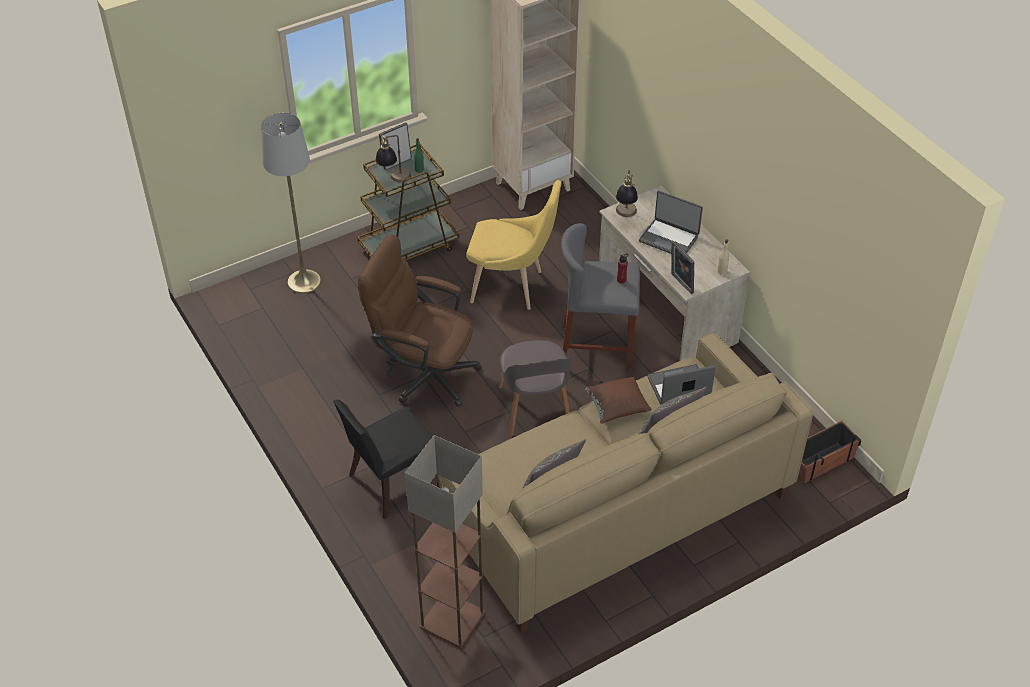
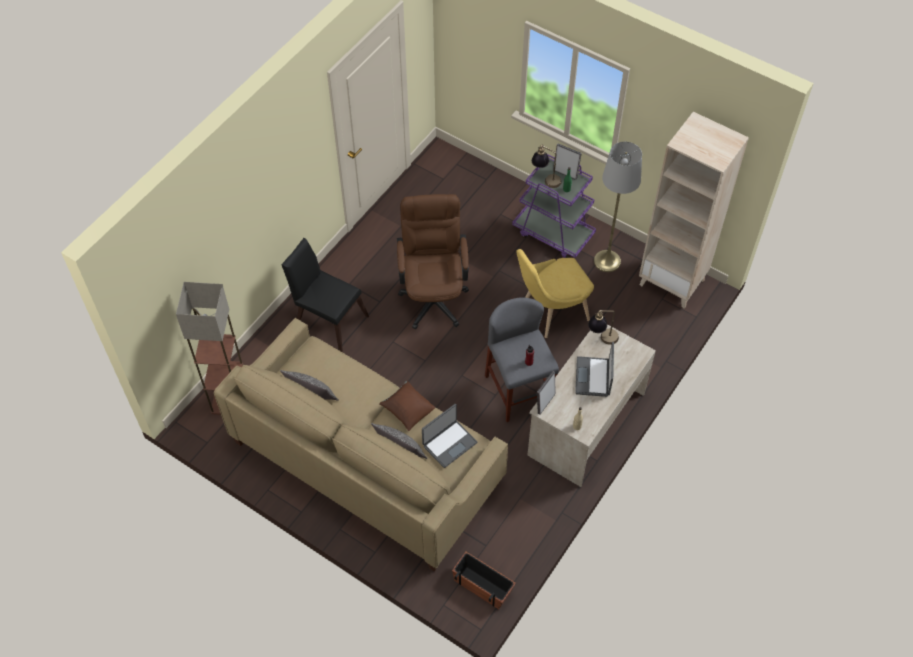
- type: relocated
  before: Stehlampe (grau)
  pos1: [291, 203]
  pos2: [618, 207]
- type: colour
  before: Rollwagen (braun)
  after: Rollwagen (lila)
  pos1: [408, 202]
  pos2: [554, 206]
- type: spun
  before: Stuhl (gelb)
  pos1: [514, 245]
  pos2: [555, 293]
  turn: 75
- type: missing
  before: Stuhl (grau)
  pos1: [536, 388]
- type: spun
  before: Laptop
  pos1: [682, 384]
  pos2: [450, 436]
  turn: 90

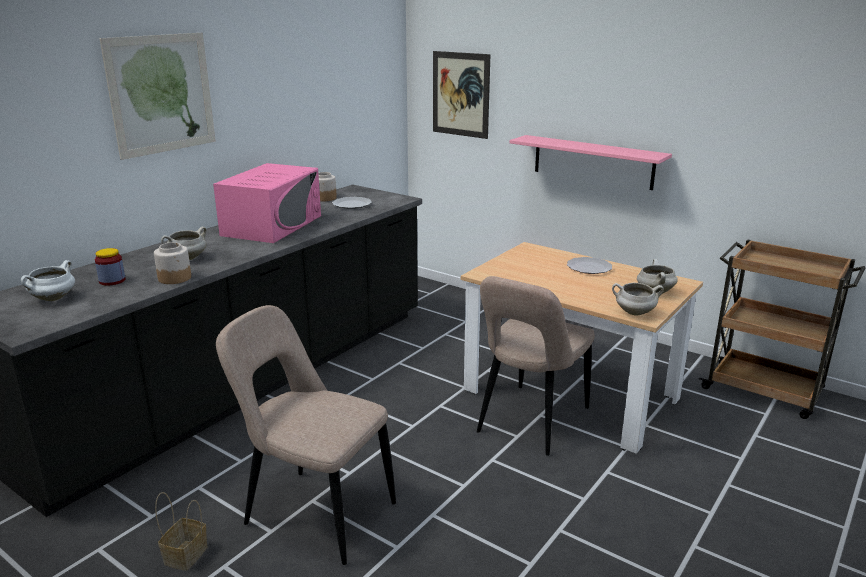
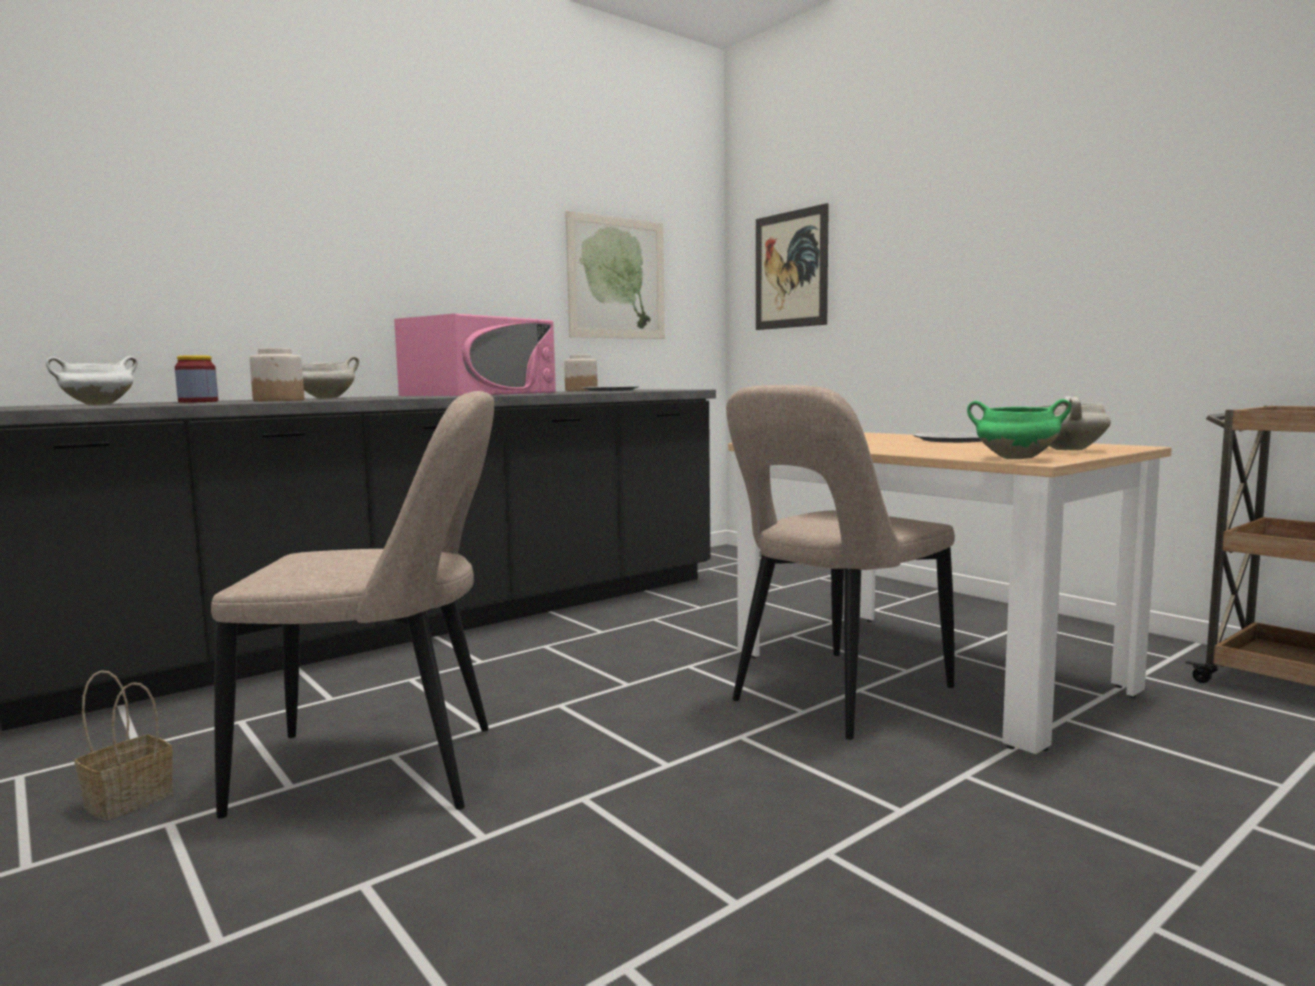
- type: relocated
  before: Bild
  pos1: [158, 96]
  pos2: [615, 275]
- type: missing
  before: Wandregal (rosa)
  pos1: [590, 162]
- type: colour
  before: Kochtopf (weiß)
  after: Kochtopf (grün)
  pos1: [638, 299]
  pos2: [1019, 429]
- type: spun
  before: Stuhl (beige)
  pos1: [306, 435]
  pos2: [352, 604]
  turn: 135

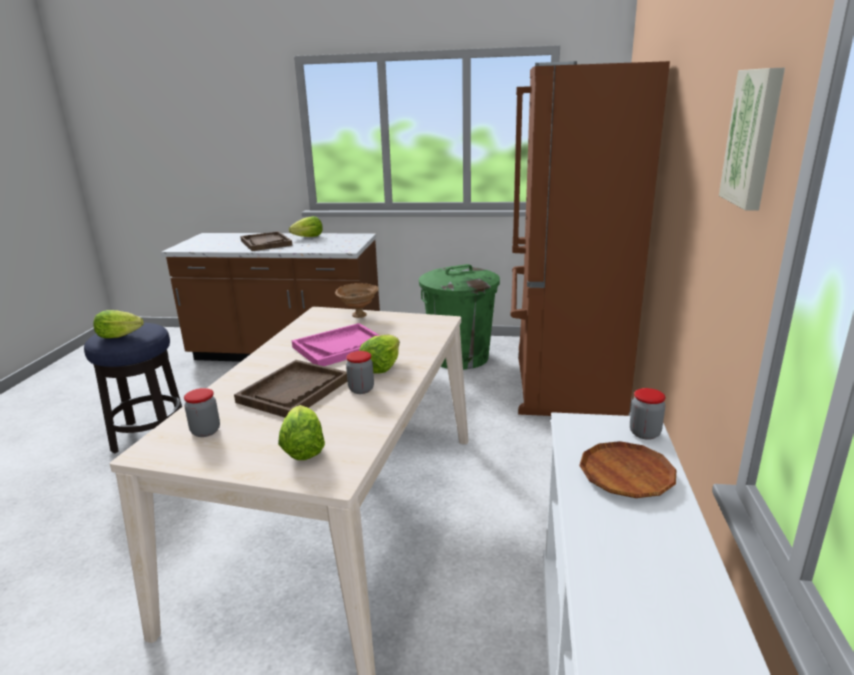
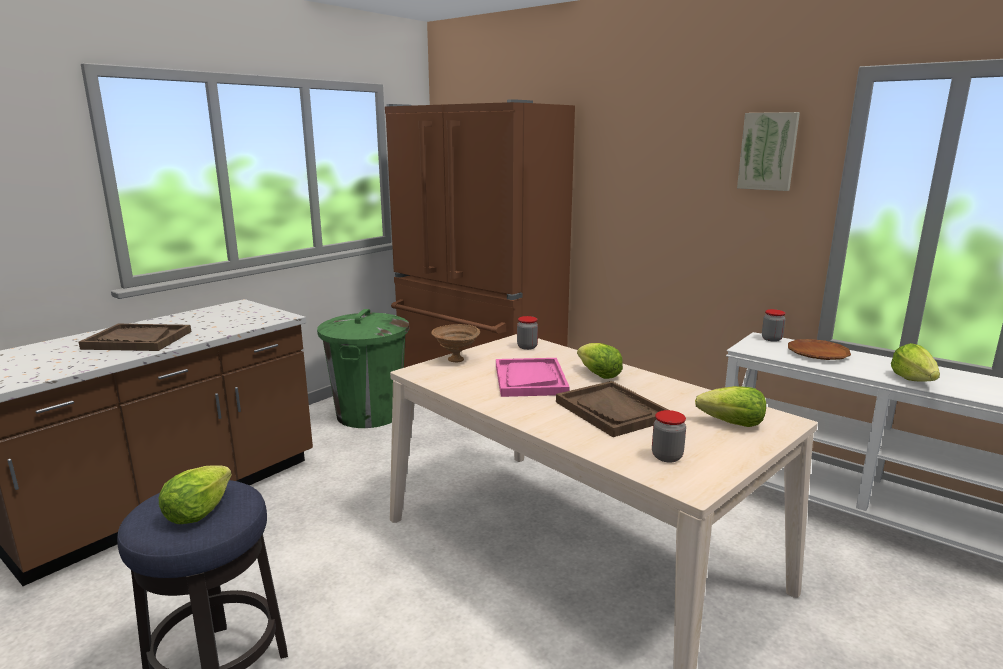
- type: relocated
  before: Salatkopf
  pos1: [306, 226]
  pos2: [915, 362]
- type: relocated
  before: Vorratsglas
  pos1: [360, 372]
  pos2: [527, 333]

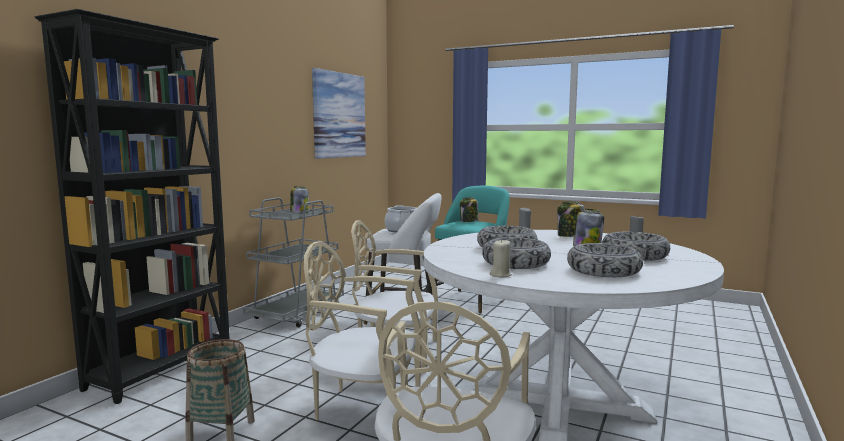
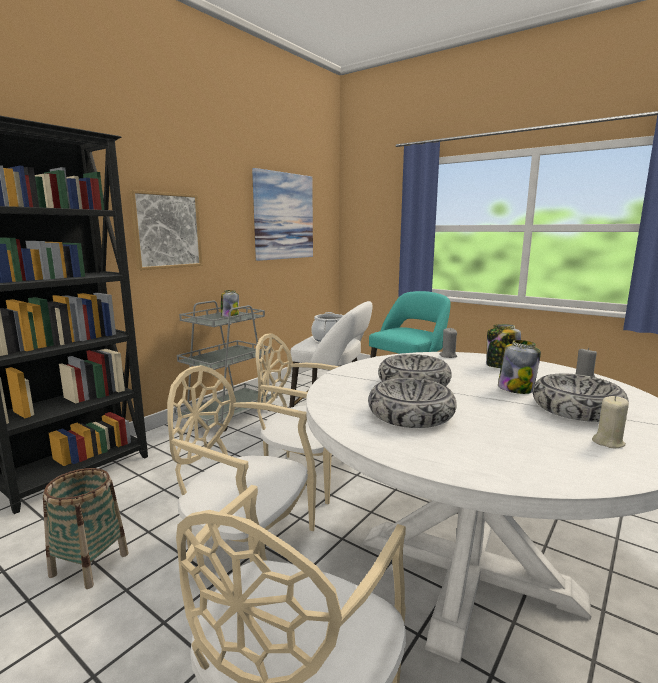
- type: missing
  before: Vorratsglas
  pos1: [469, 209]
- type: relocated
  before: Kerze (beige)
  pos1: [501, 258]
  pos2: [610, 422]
- type: missing
  before: Schüssel
  pos1: [605, 260]
- type: appeared
  after: Bild
  pos2: [165, 230]

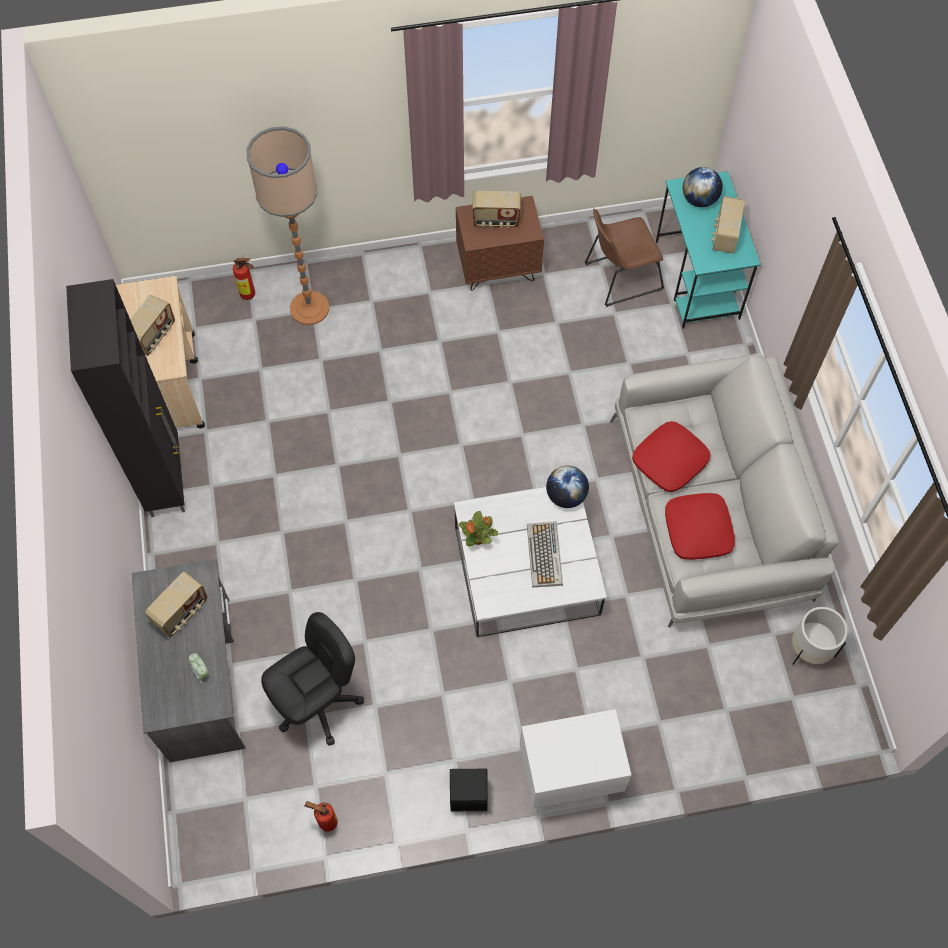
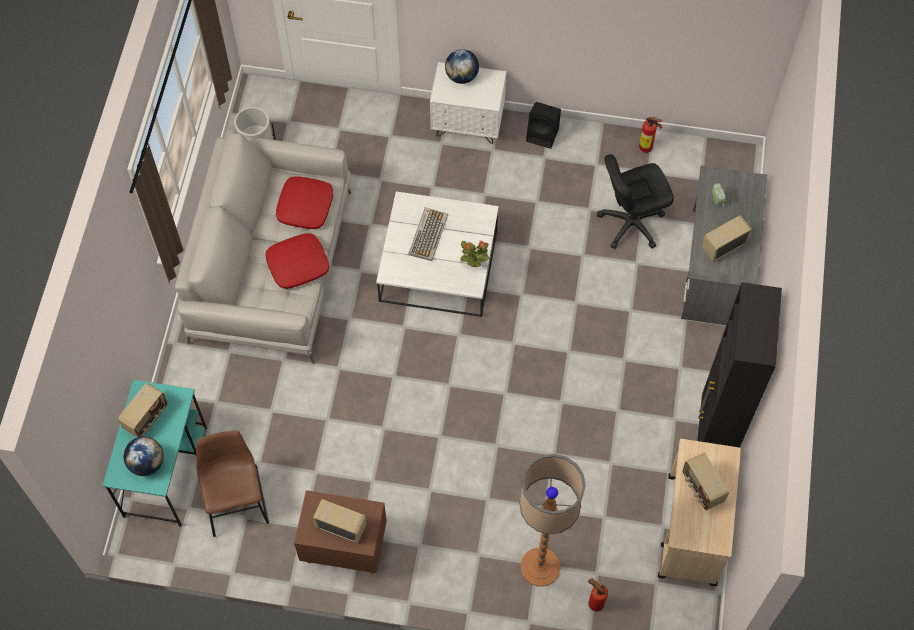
- type: spun
  before: Stuhl (braun)
  pos1: [624, 258]
  pos2: [232, 483]
  turn: -105
- type: spun
  before: Radio
  pos1: [152, 325]
  pos2: [706, 481]
  turn: -75
- type: relocated
  before: Globus
  pos1: [567, 487]
  pos2: [462, 66]

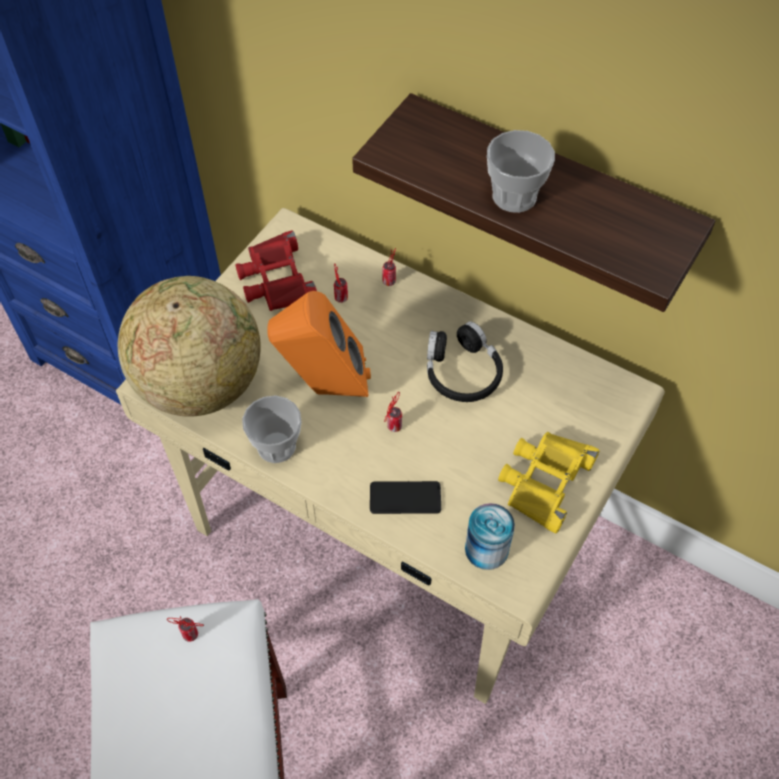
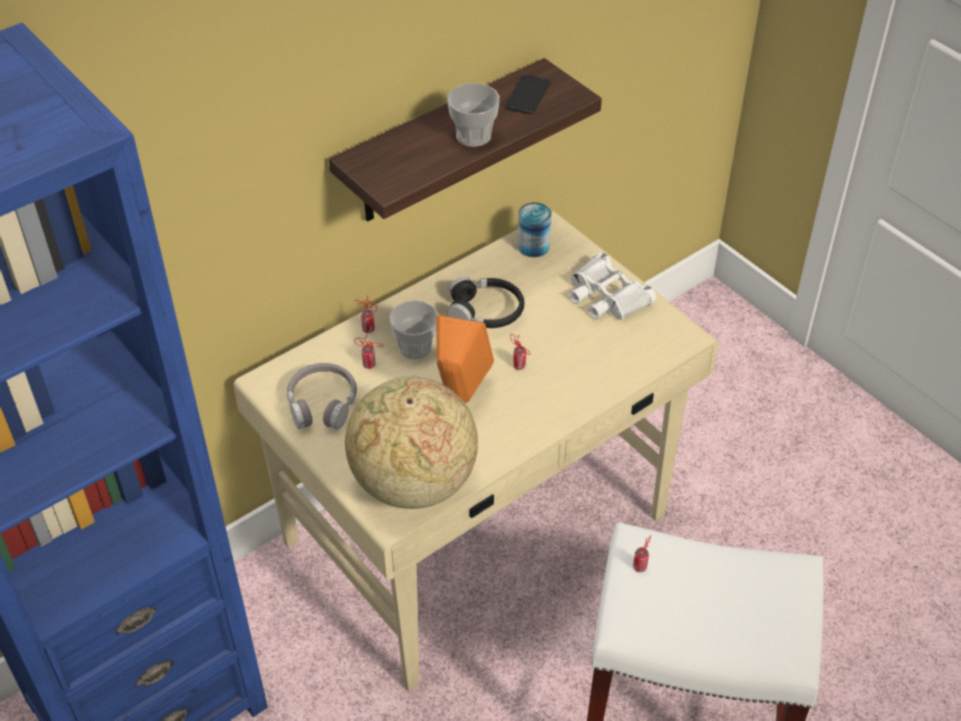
- type: exchanged
  before: Fernglas (rot)
  after: Kopfhörer (grau)
  pos1: [276, 271]
  pos2: [322, 396]
- type: relocated
  before: Tasse
  pos1: [271, 429]
  pos2: [413, 329]
- type: colour
  before: Fernglas (gelb)
  after: Fernglas (weiß)
  pos1: [548, 483]
  pos2: [612, 286]
- type: relocated
  before: Handy
  pos1: [405, 497]
  pos2: [528, 94]
- type: relocated
  before: Dose
  pos1: [490, 536]
  pos2: [534, 230]

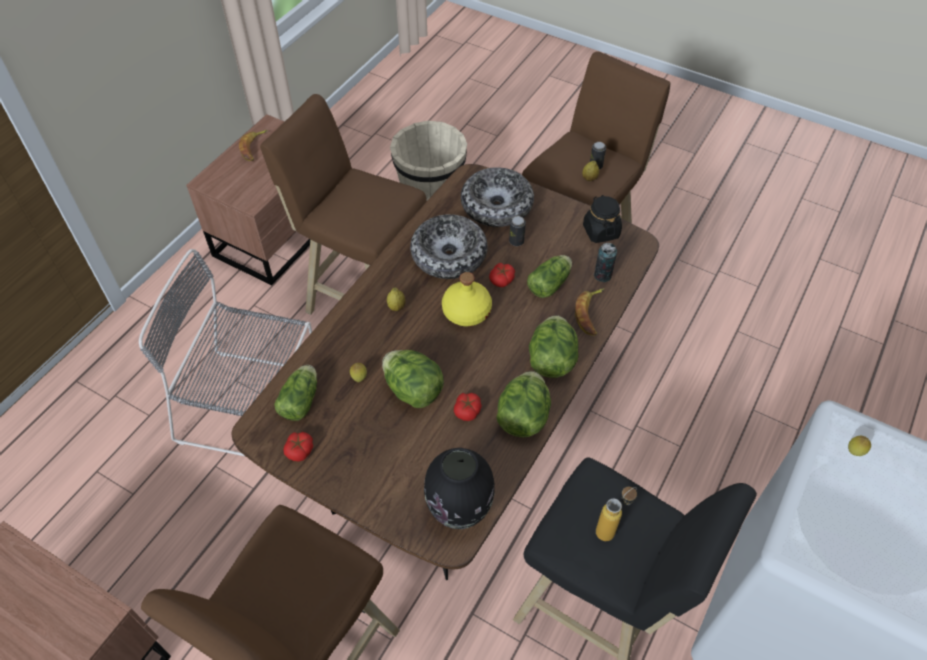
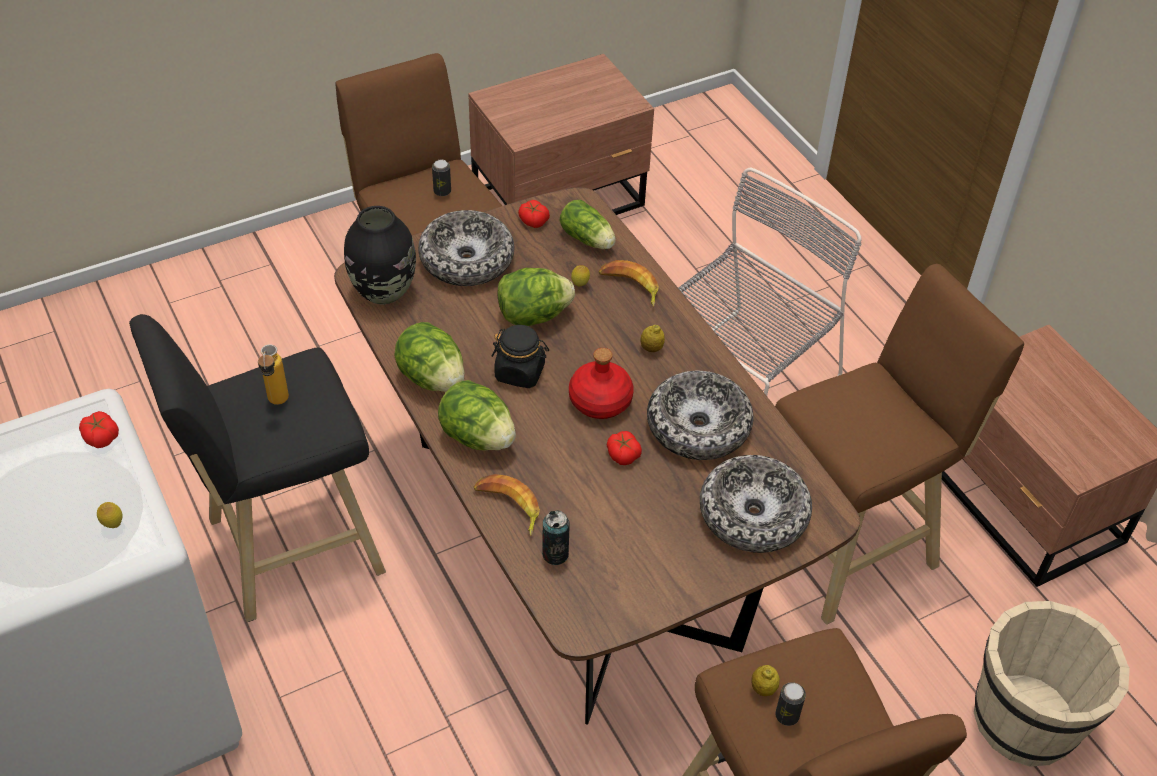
- type: relocated
  before: Banane
  pos1: [253, 145]
  pos2: [628, 283]
- type: relocated
  before: Vorratsglas (schwarz)
  pos1: [602, 219]
  pos2: [520, 356]
- type: relocated
  before: Dose
  pos1: [517, 231]
  pos2: [441, 178]
- type: missing
  before: Salatkopf
  pos1: [549, 276]
- type: colour
  before: Flasche (gelb)
  after: Flasche (rot)
  pos1: [467, 299]
  pos2: [601, 383]
- type: relocated
  before: Tomate
  pos1: [468, 407]
  pos2: [99, 429]
- type: appeared
  after: Schüssel
  pos2: [466, 248]

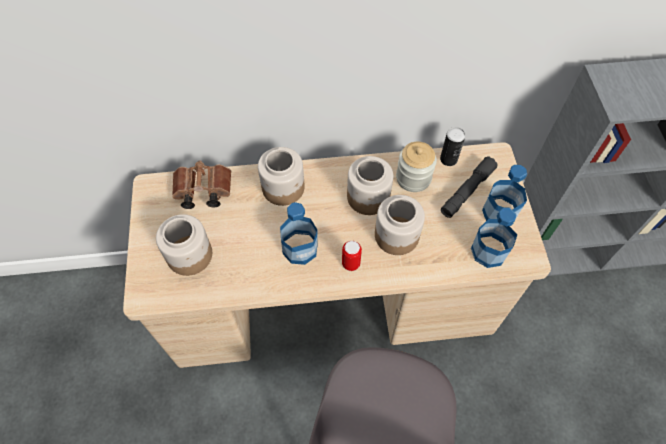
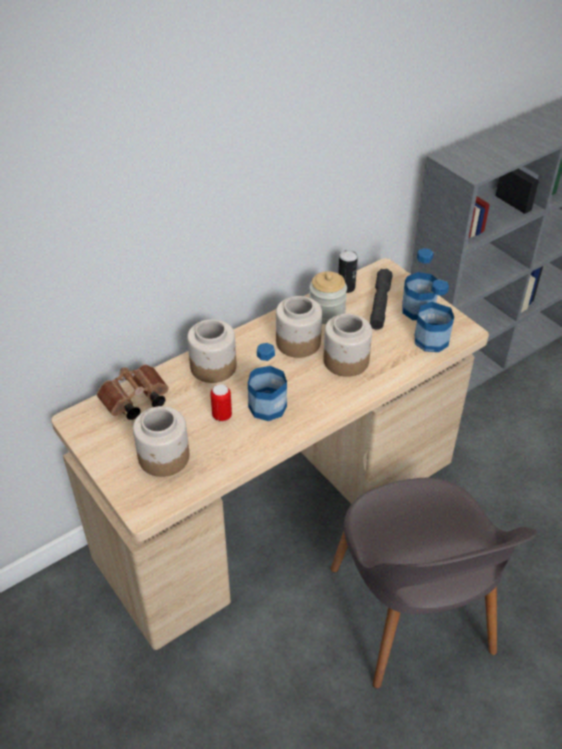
- type: relocated
  before: Dose
  pos1: [352, 256]
  pos2: [221, 403]

